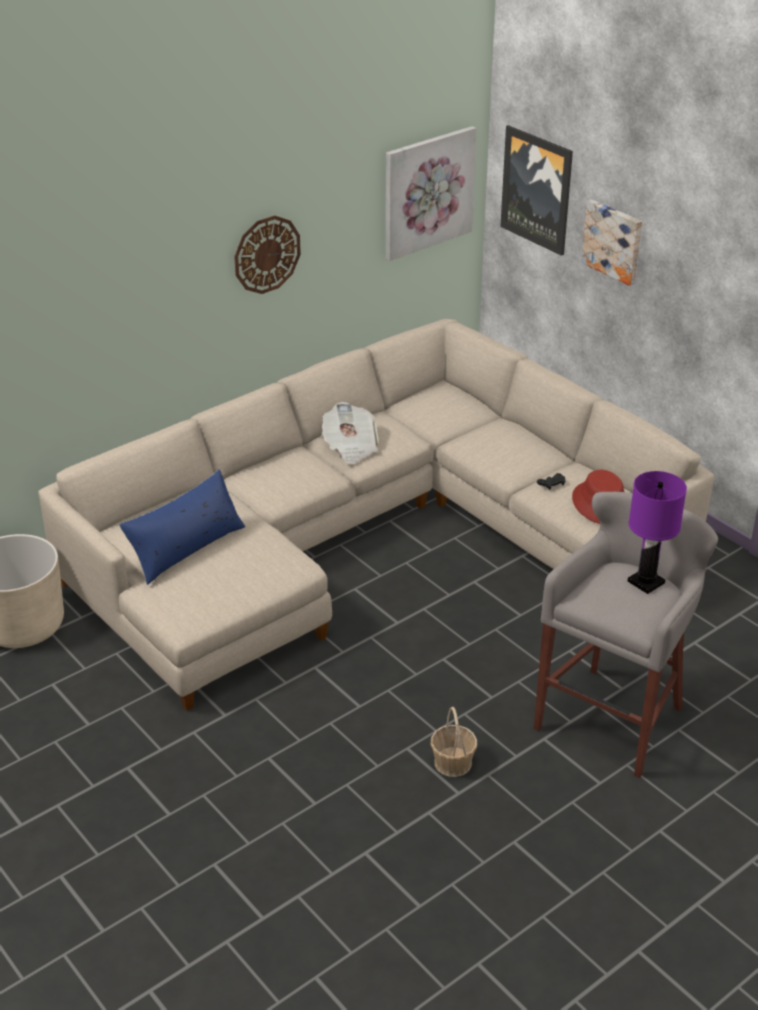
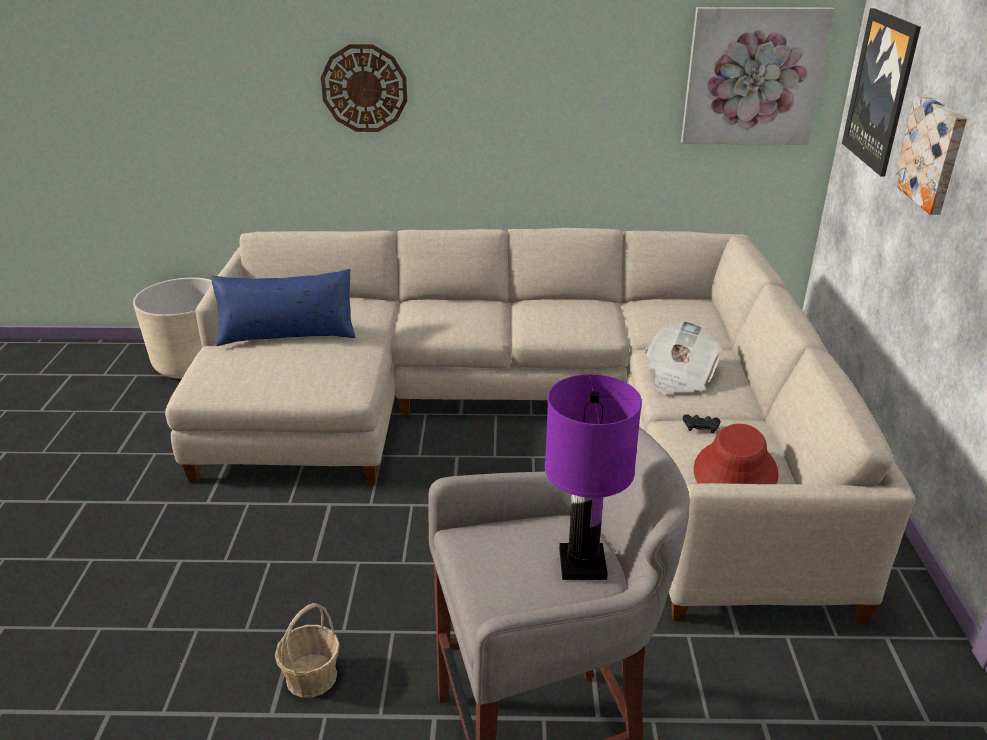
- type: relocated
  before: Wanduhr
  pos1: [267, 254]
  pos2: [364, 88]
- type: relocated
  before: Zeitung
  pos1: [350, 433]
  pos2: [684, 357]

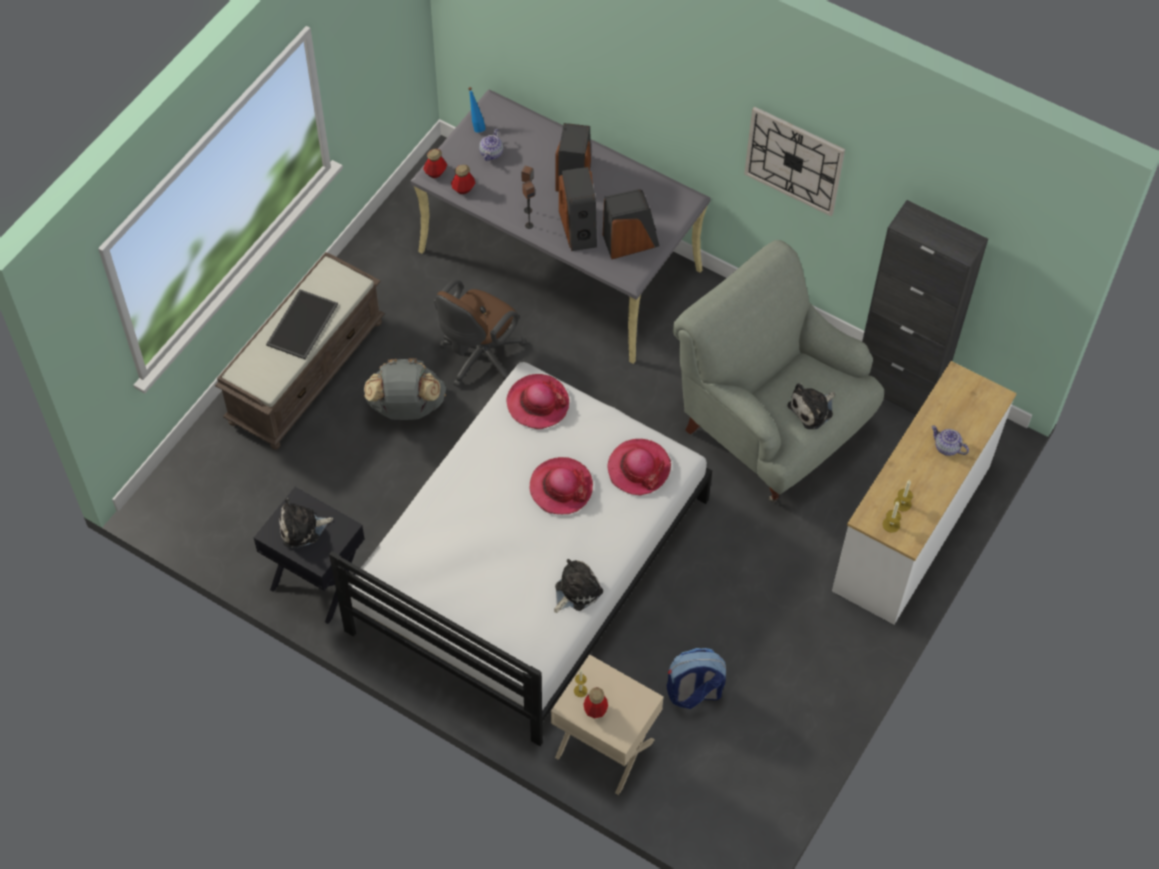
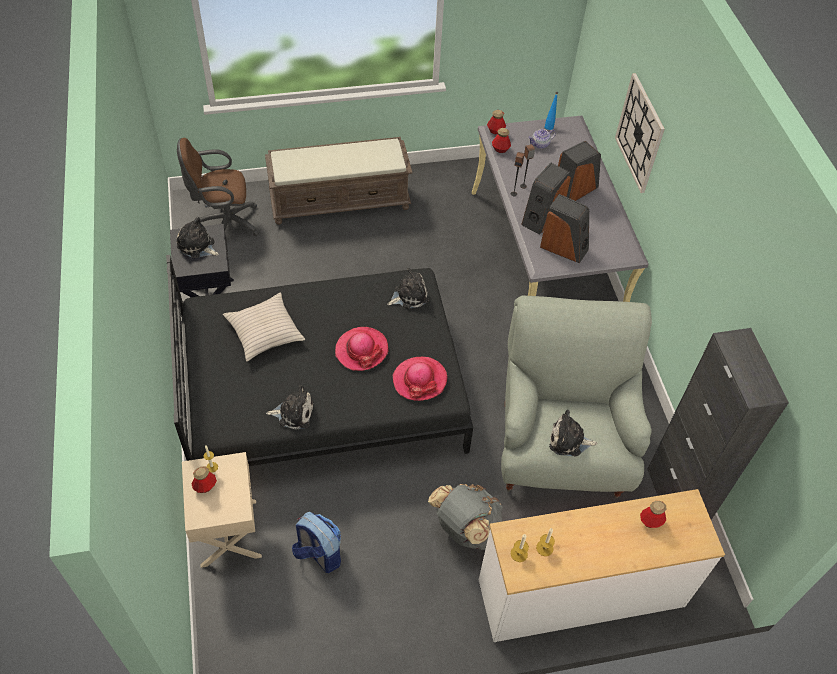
- type: relocated
  before: Wanduhr
  pos1: [794, 161]
  pos2: [640, 133]
- type: relocated
  before: Bürostuhl (braun)
  pos1: [480, 333]
  pos2: [218, 187]
- type: missing
  before: Tablett
  pos1: [302, 324]
- type: relocated
  before: Rucksack (grau)
  pos1: [405, 389]
  pos2: [465, 517]
- type: colour
  before: Bett (weiß)
  after: Bett (schwarz)
  pos1: [520, 554]
  pos2: [319, 360]
- type: exchanged
  before: Hut
  after: Plüschtier
  pos1: [537, 401]
  pos2: [408, 288]
- type: missing
  before: Teekanne
  pos1: [950, 440]
- type: appeared
  after: Kissen (beige)
  pos2: [264, 327]
- type: appeared
  after: Flasche
  pos2: [653, 514]

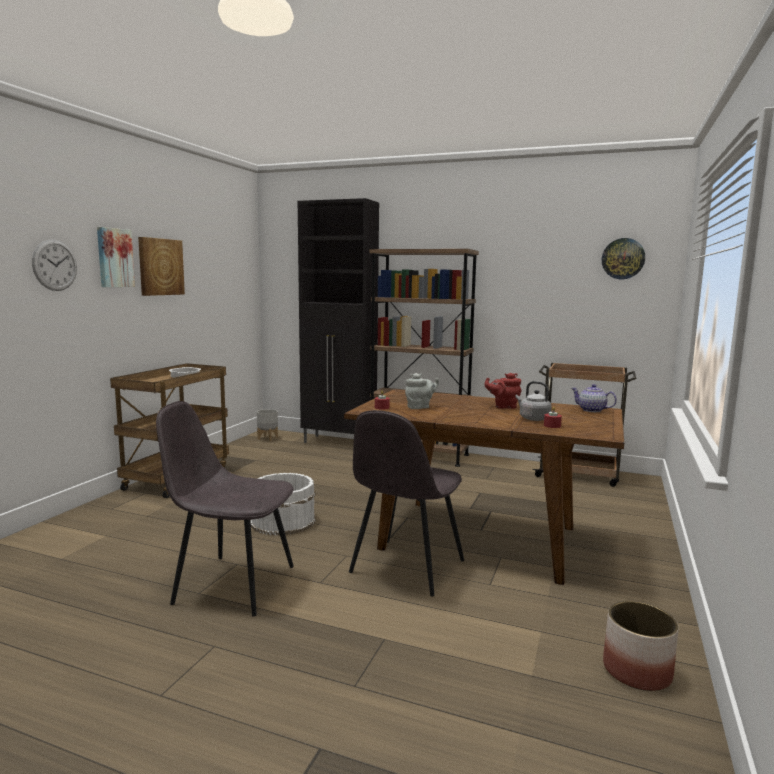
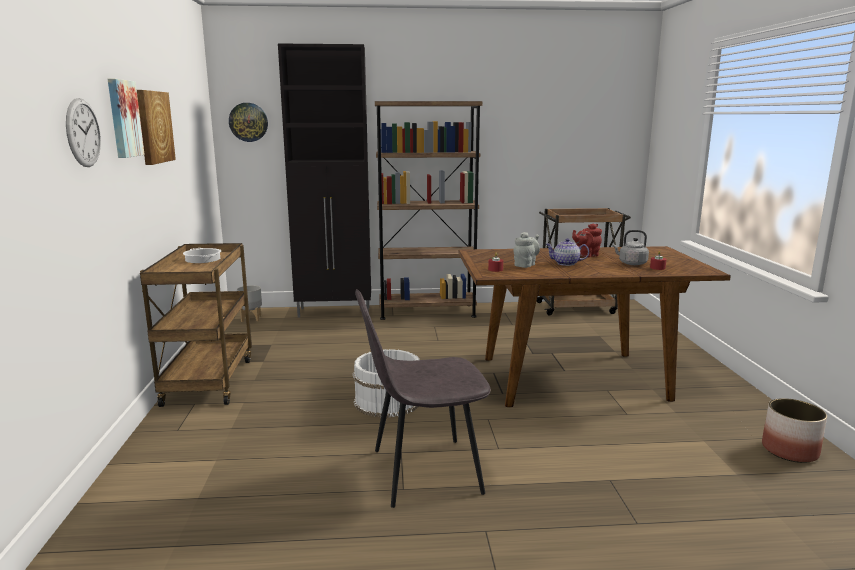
- type: relocated
  before: Wanduhr
  pos1: [623, 258]
  pos2: [248, 122]
- type: relocated
  before: Teekanne
  pos1: [594, 398]
  pos2: [567, 252]
- type: missing
  before: Stuhl (grau)
  pos1: [406, 503]

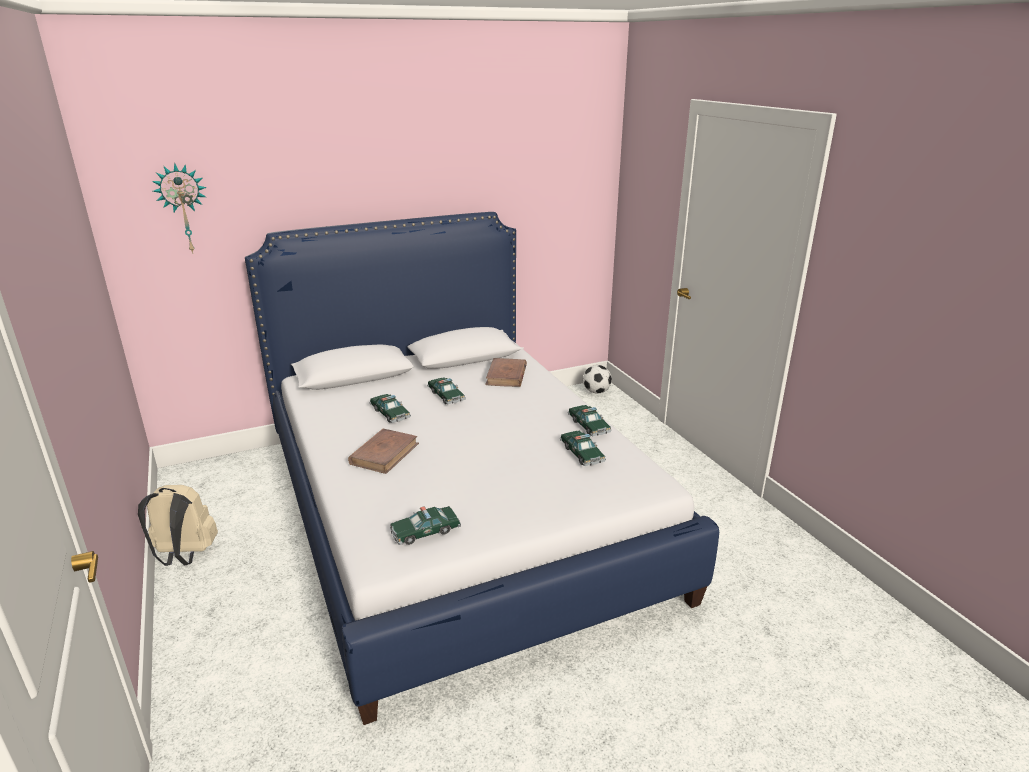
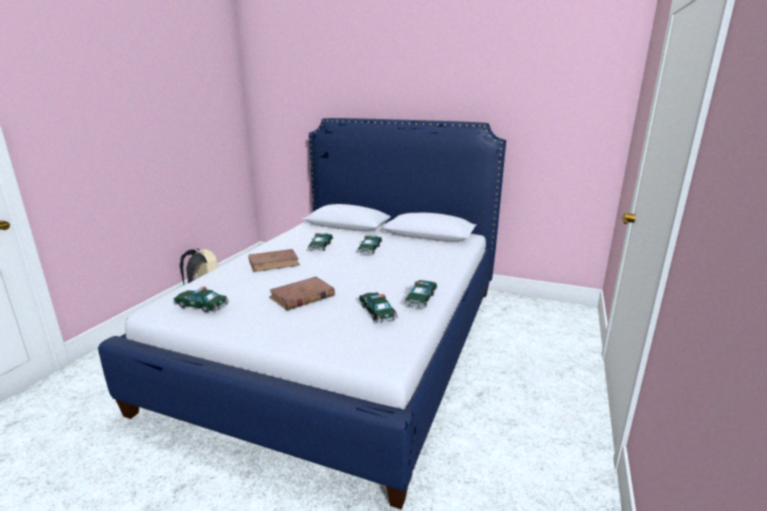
- type: missing
  before: Wanduhr
  pos1: [179, 208]
- type: relocated
  before: Buch (braun)
  pos1: [506, 372]
  pos2: [302, 293]
- type: missing
  before: Fußball
  pos1: [597, 379]
- type: spun
  before: Spielzeugauto
  pos1: [583, 448]
  pos2: [378, 307]
  turn: 135

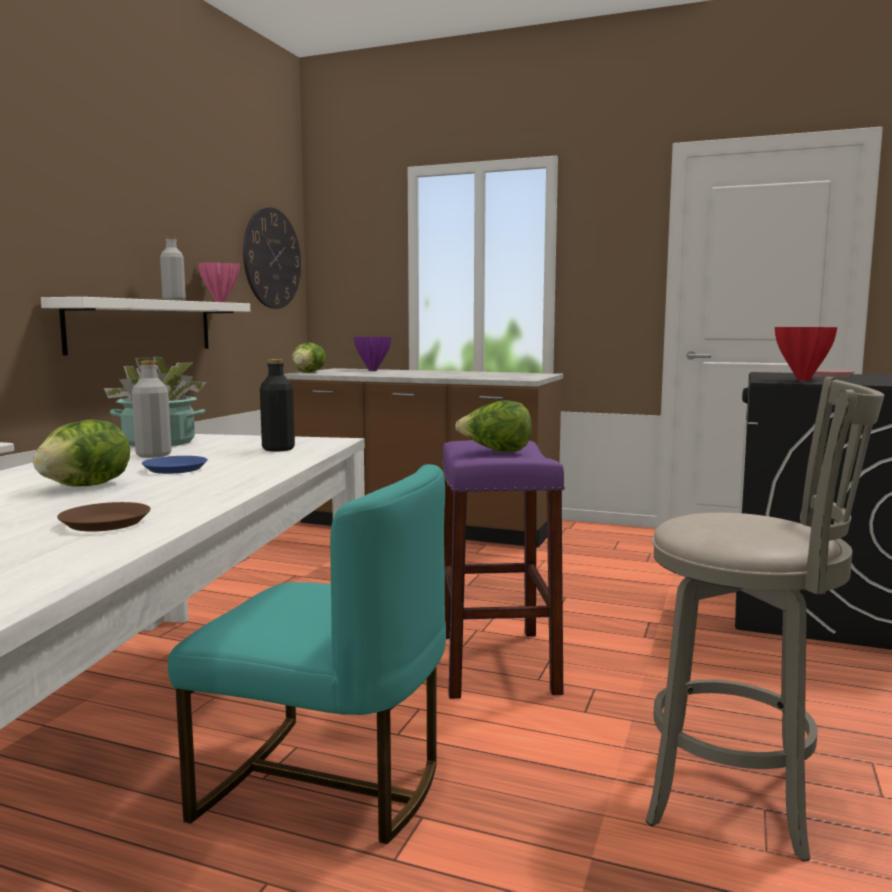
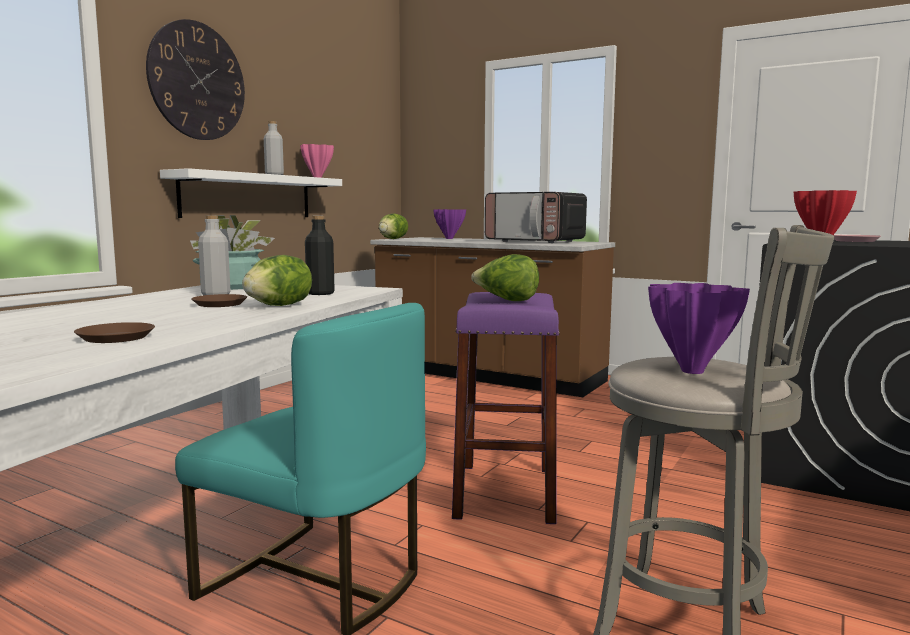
- type: relocated
  before: Wanduhr
  pos1: [272, 258]
  pos2: [195, 79]
- type: relocated
  before: Salatkopf
  pos1: [81, 453]
  pos2: [277, 280]
- type: colour
  before: Teller (blau)
  after: Teller (braun)
  pos1: [175, 465]
  pos2: [219, 300]
- type: appeared
  after: Mikrowelle
  pos2: [536, 217]
- type: appeared
  after: Vase (lila)
  pos2: [699, 328]

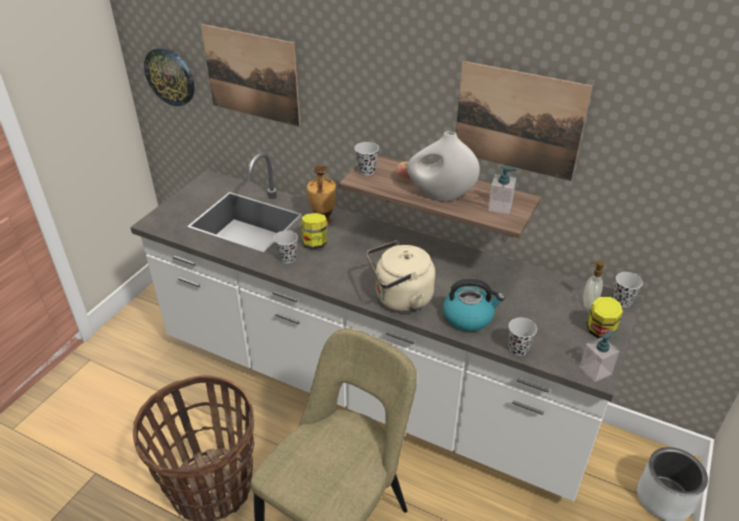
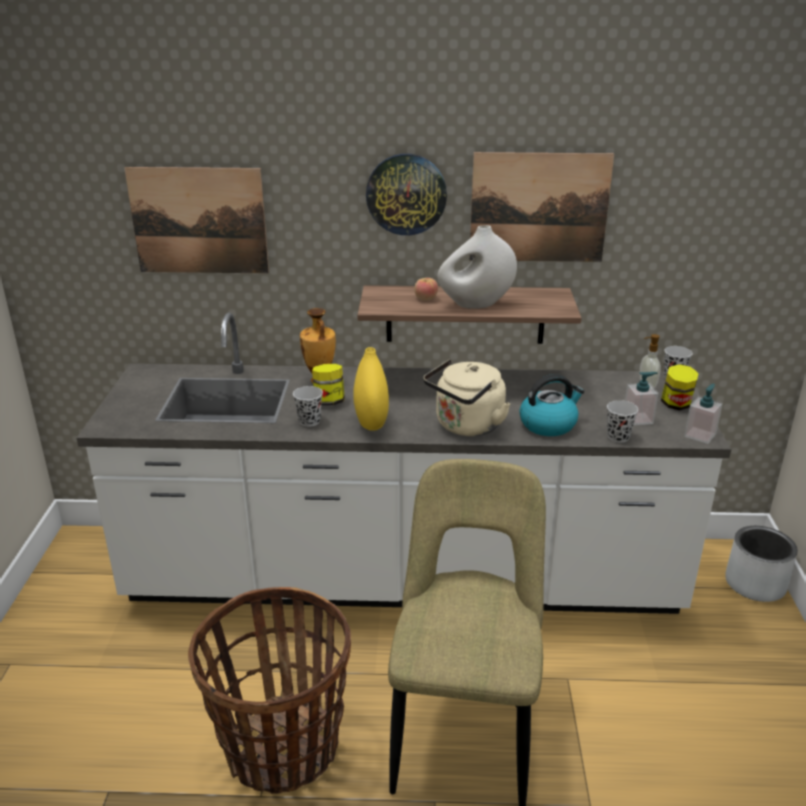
- type: relocated
  before: Wanduhr
  pos1: [169, 77]
  pos2: [406, 194]
- type: missing
  before: Tasse (schwarz)
  pos1: [366, 159]
- type: relocated
  before: Seifenspender
  pos1: [502, 190]
  pos2: [642, 398]
- type: appeared
  after: Vase (gelb)
  pos2: [371, 389]

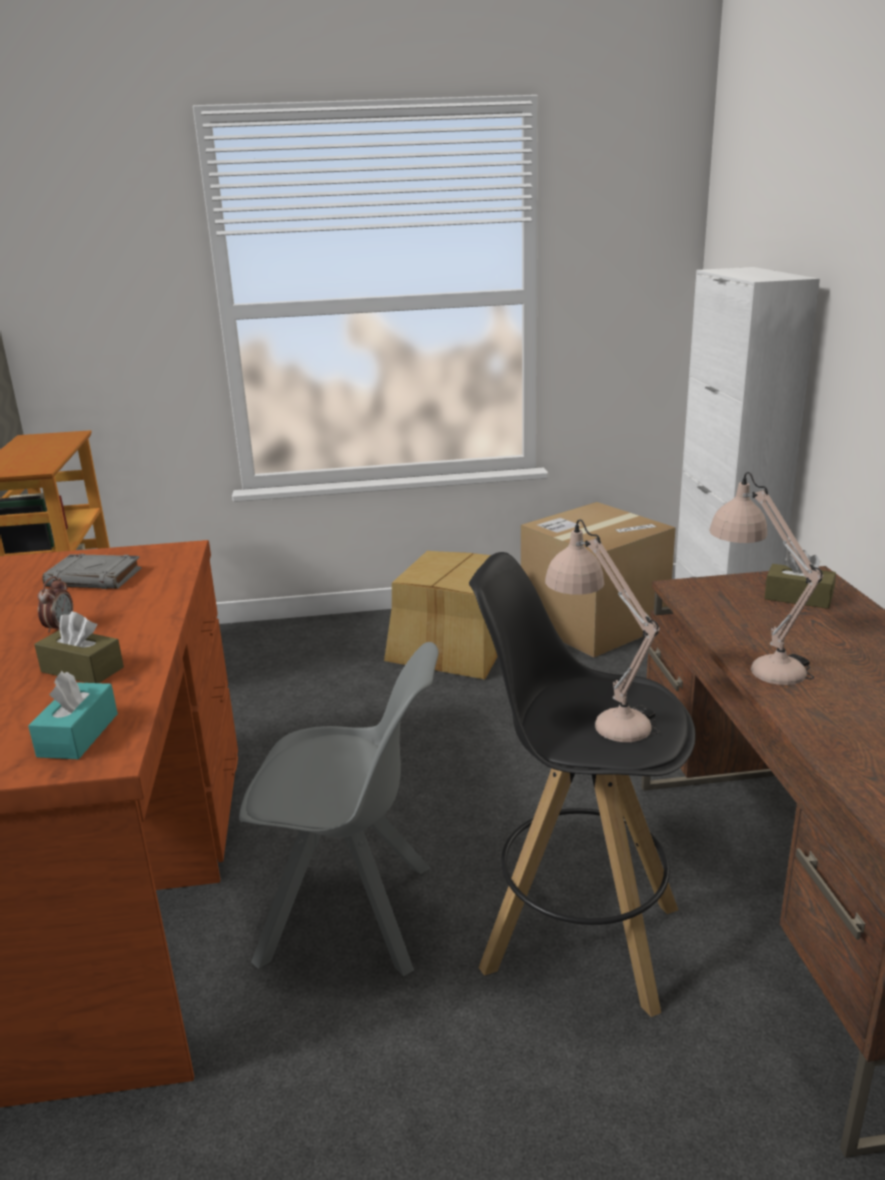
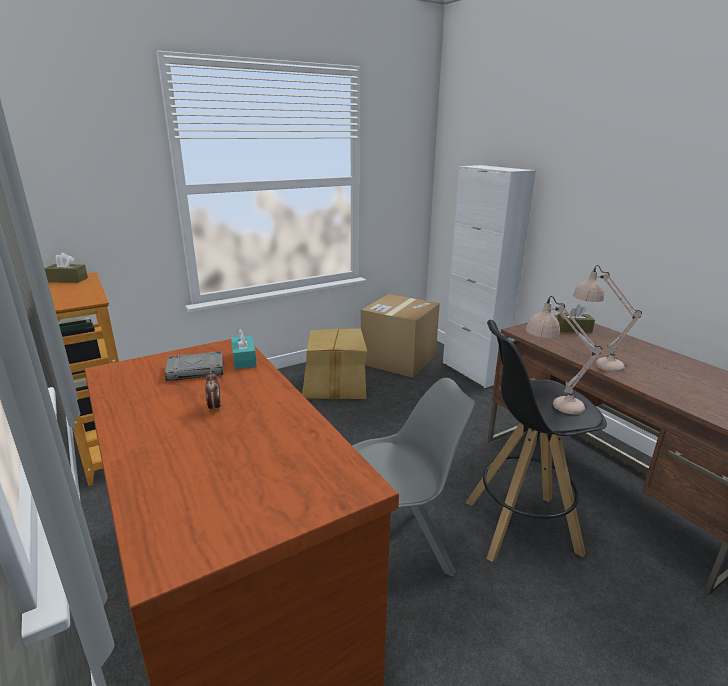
- type: relocated
  before: Taschentuchbox (braun)
  pos1: [79, 647]
  pos2: [66, 268]
- type: relocated
  before: Taschentuchbox (türkis)
  pos1: [73, 715]
  pos2: [244, 348]

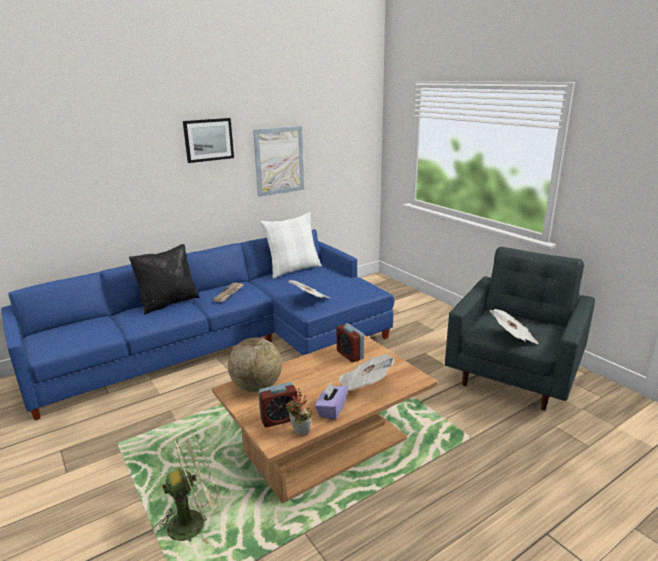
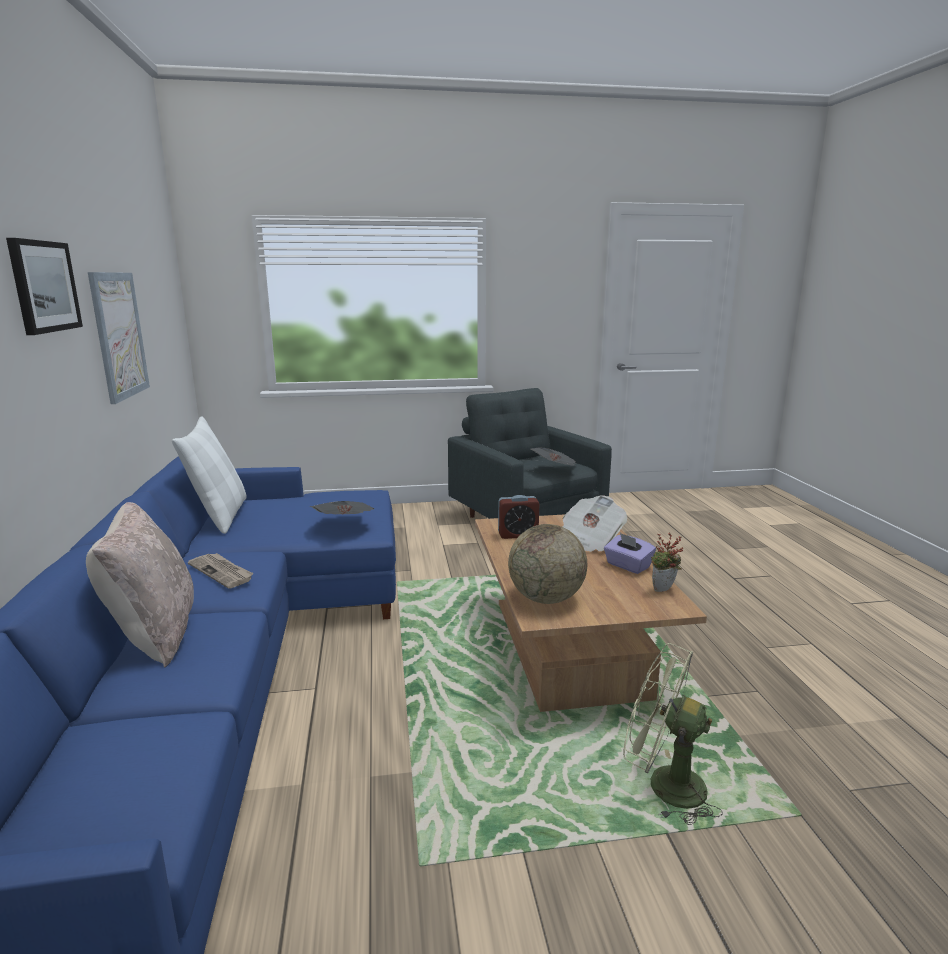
- type: colour
  before: Kissen (schwarz)
  after: Kissen (beige)
  pos1: [164, 279]
  pos2: [140, 585]
- type: missing
  before: Wecker
  pos1: [277, 404]
- type: spun
  before: Ventilator (grün)
  pos1: [187, 488]
  pos2: [672, 734]
  turn: -60

